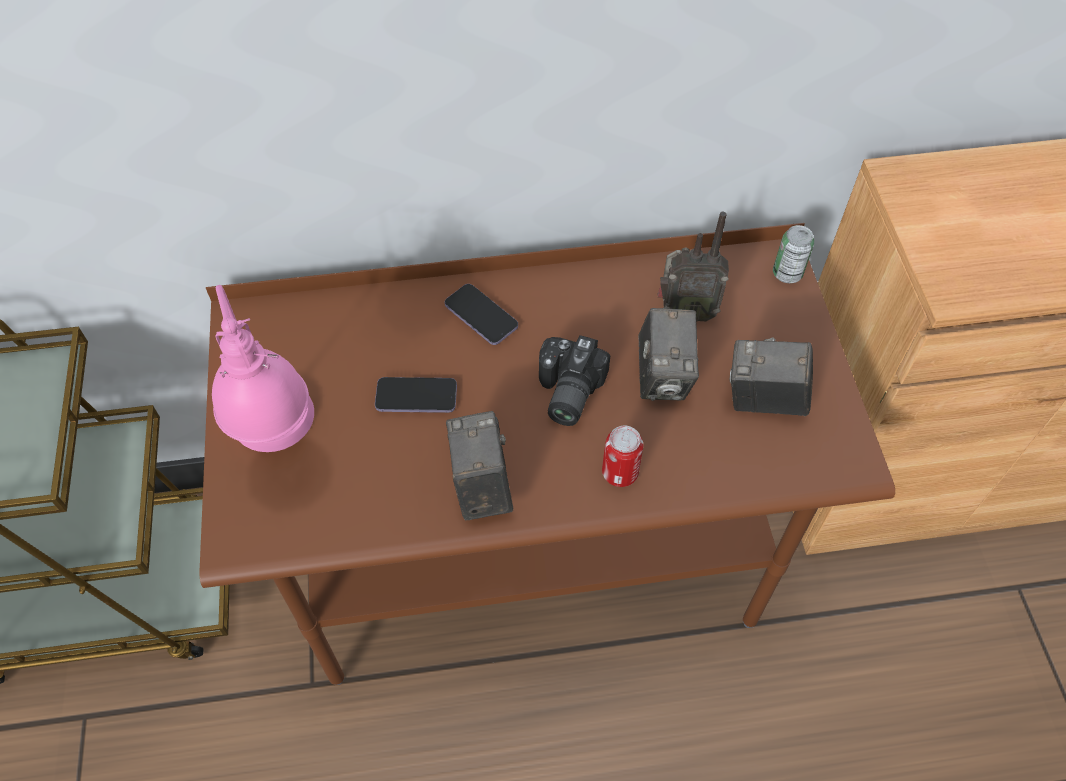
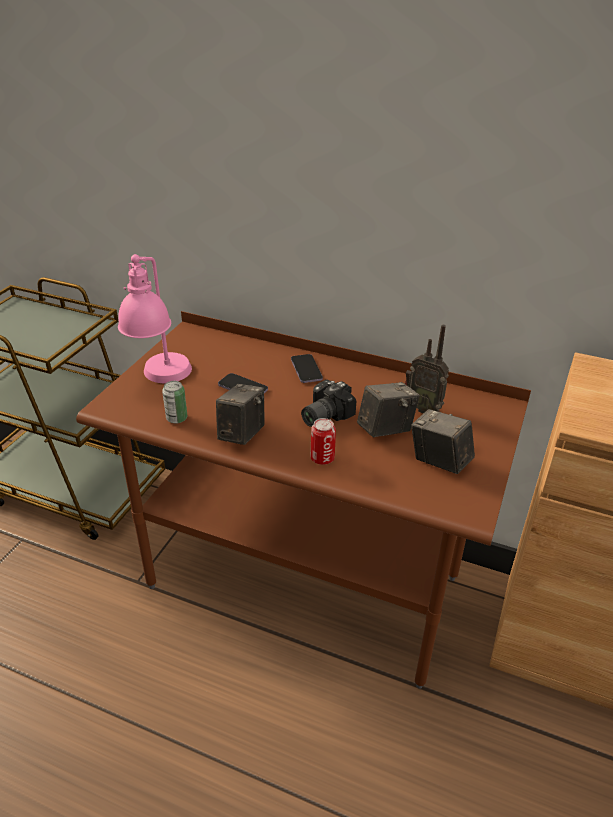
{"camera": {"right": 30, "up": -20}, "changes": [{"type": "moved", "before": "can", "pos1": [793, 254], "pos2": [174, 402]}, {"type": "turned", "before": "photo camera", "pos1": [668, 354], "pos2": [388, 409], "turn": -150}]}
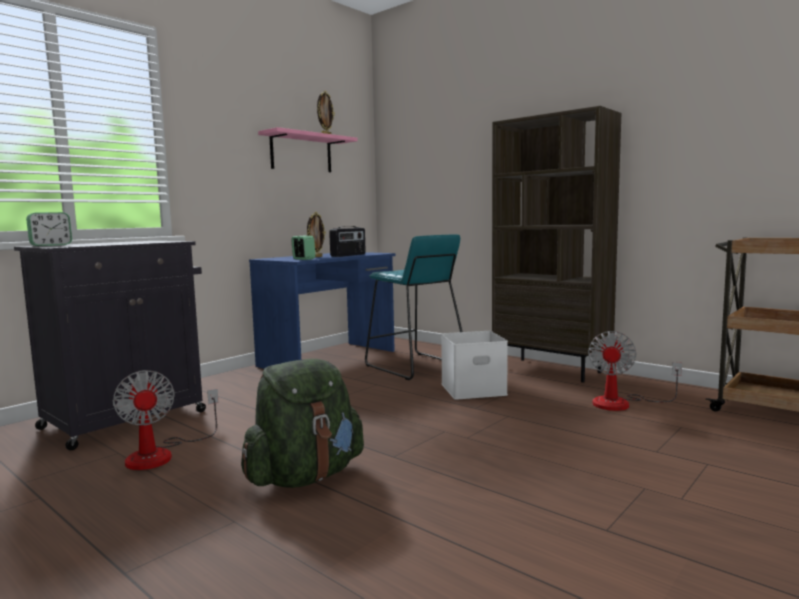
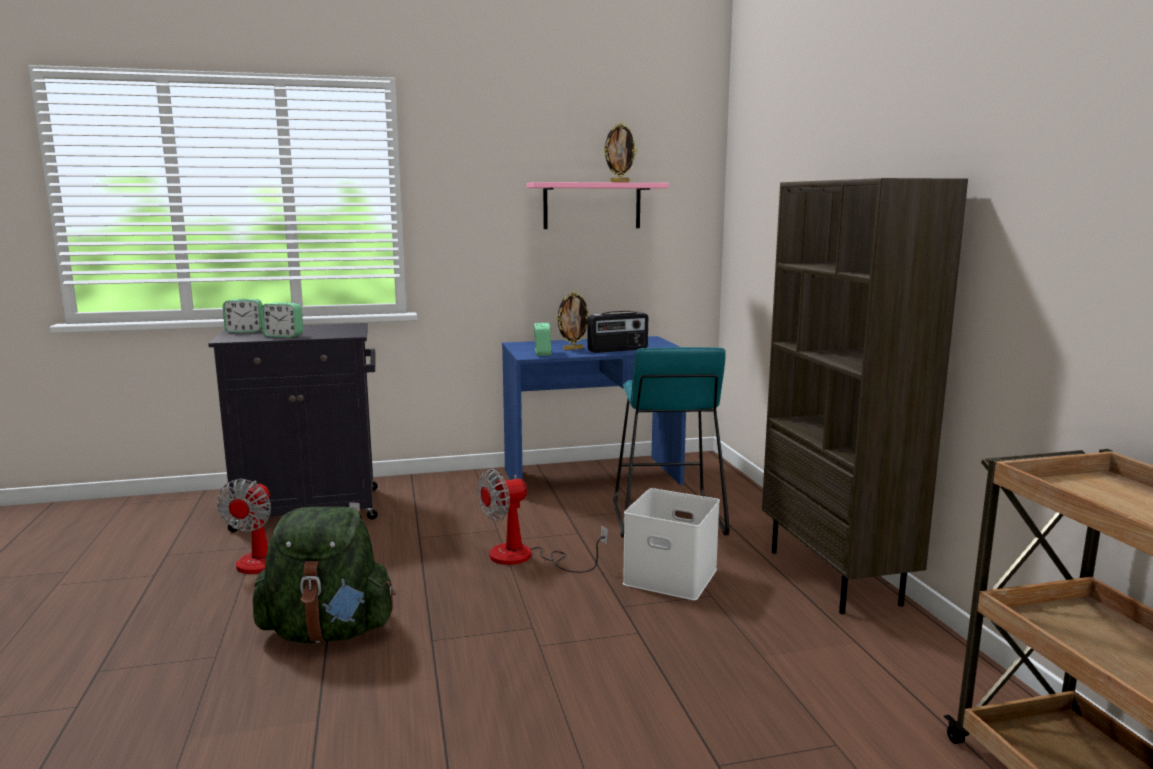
{"camera": {"right": 35, "up": 5}, "changes": [{"type": "added", "after": "alarm clock", "pos2": [282, 319]}, {"type": "moved", "before": "fan", "pos1": [635, 371], "pos2": [543, 521]}]}
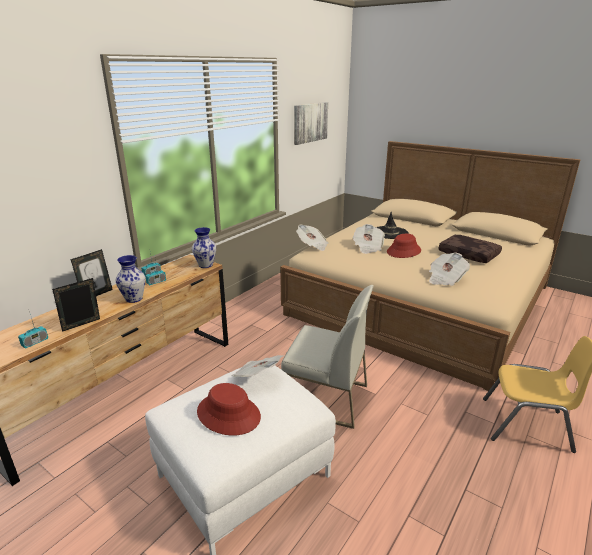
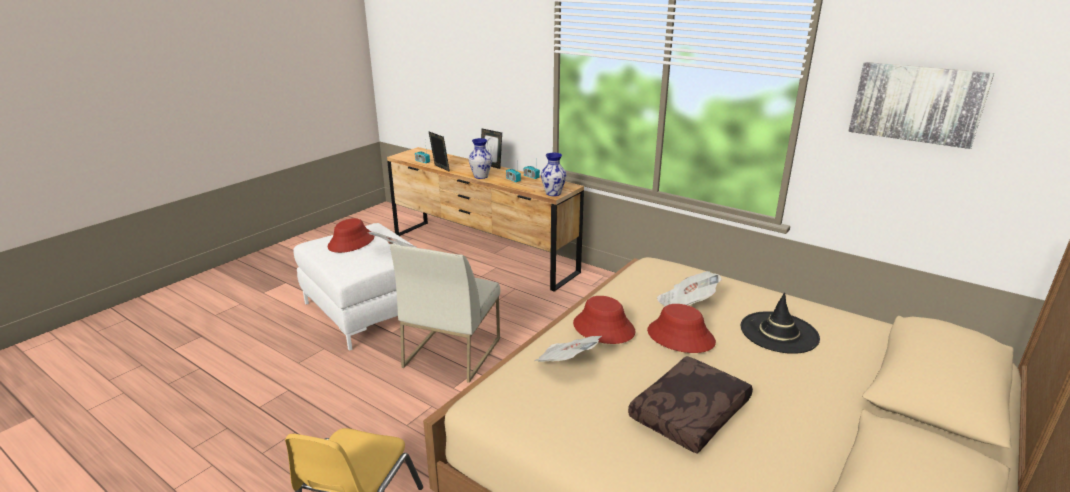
{"camera": {"right": 90, "up": 0}, "changes": [{"type": "added", "after": "hat (red)", "pos2": [604, 320]}, {"type": "removed", "before": "newspaper", "pos1": [312, 237]}]}
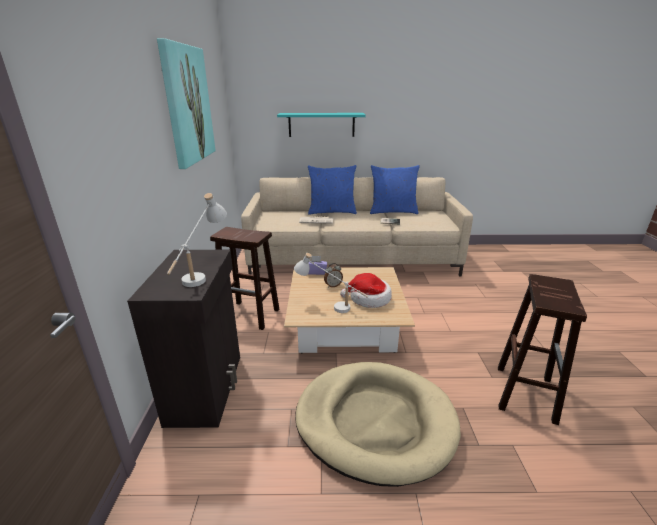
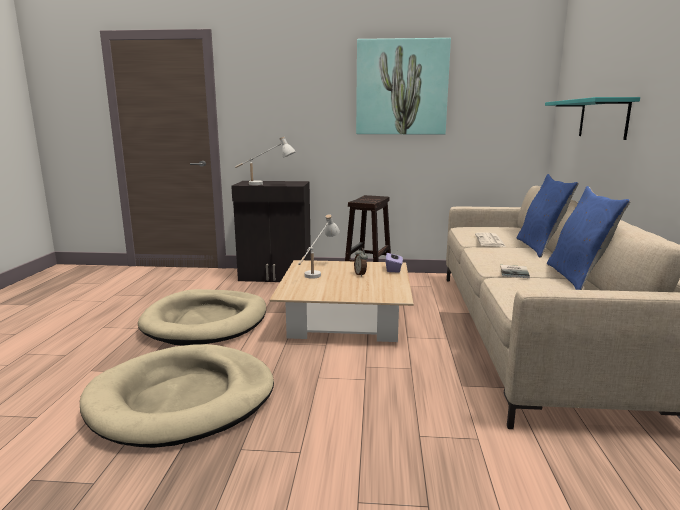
{"camera": {"right": 95, "up": -10}, "changes": [{"type": "replaced", "before": "stool (brown)", "after": "dog bed (beige)", "pos1": [542, 349], "pos2": [177, 396]}, {"type": "removed", "before": "hat", "pos1": [366, 290]}]}
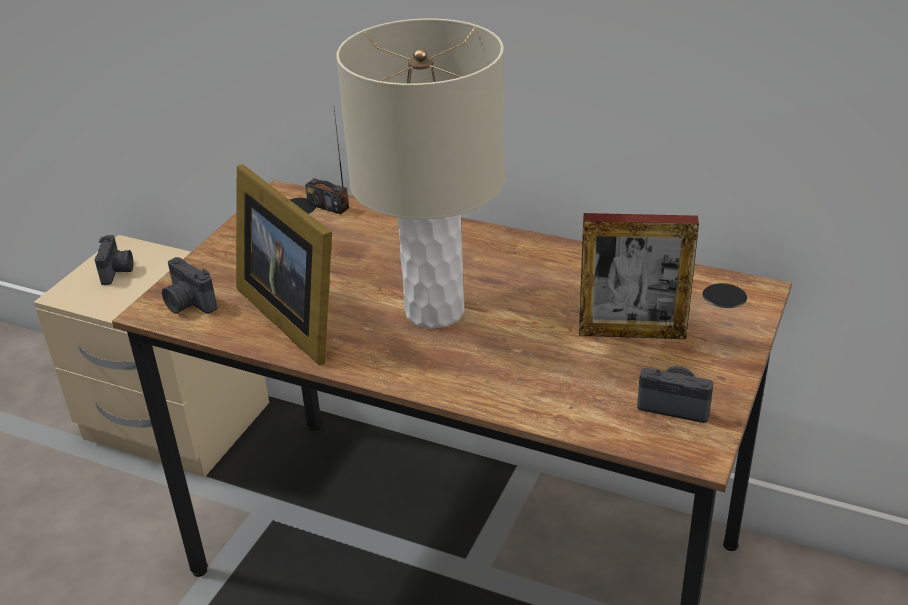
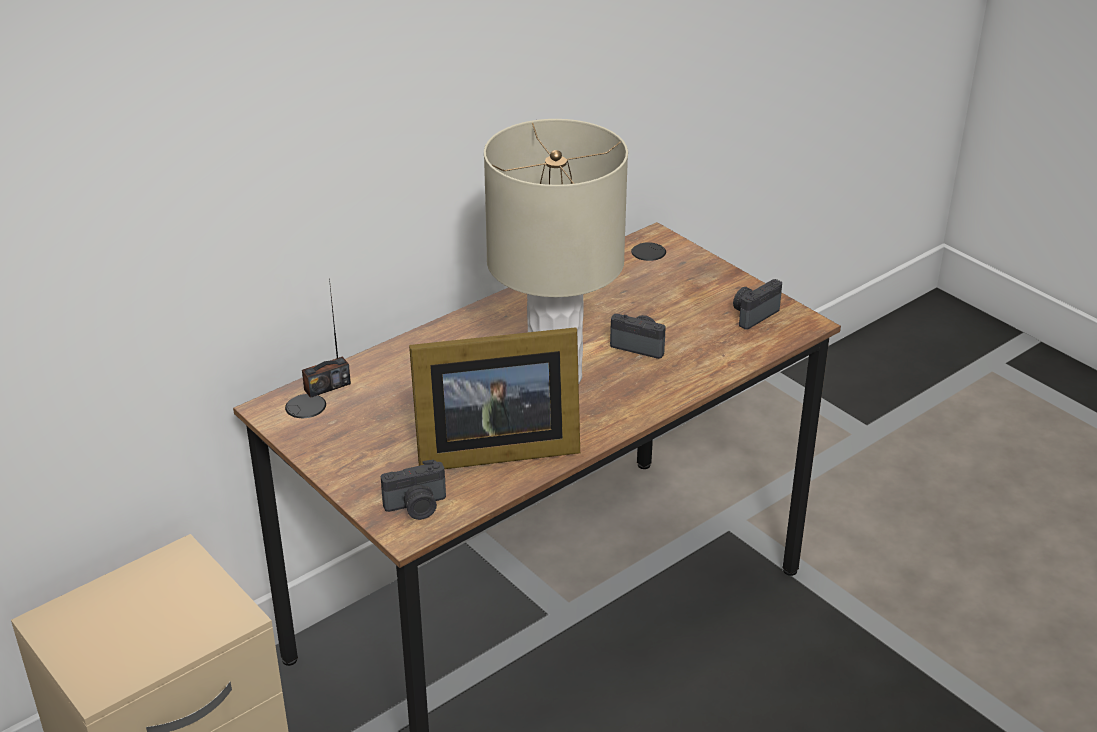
{"camera": {"right": -65, "up": 0}, "changes": [{"type": "moved", "before": "photo camera", "pos1": [114, 260], "pos2": [638, 336]}, {"type": "removed", "before": "picture frame", "pos1": [639, 276]}]}
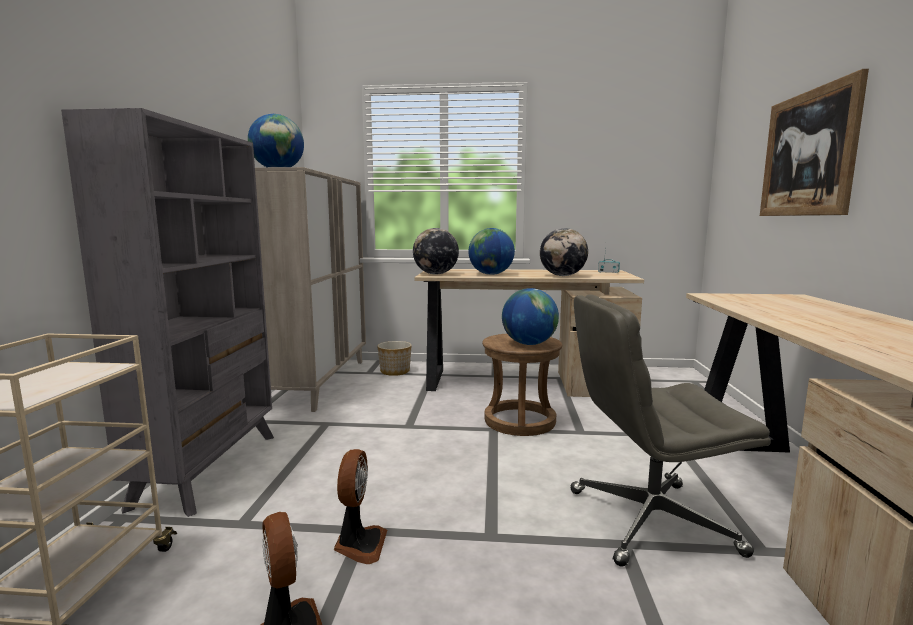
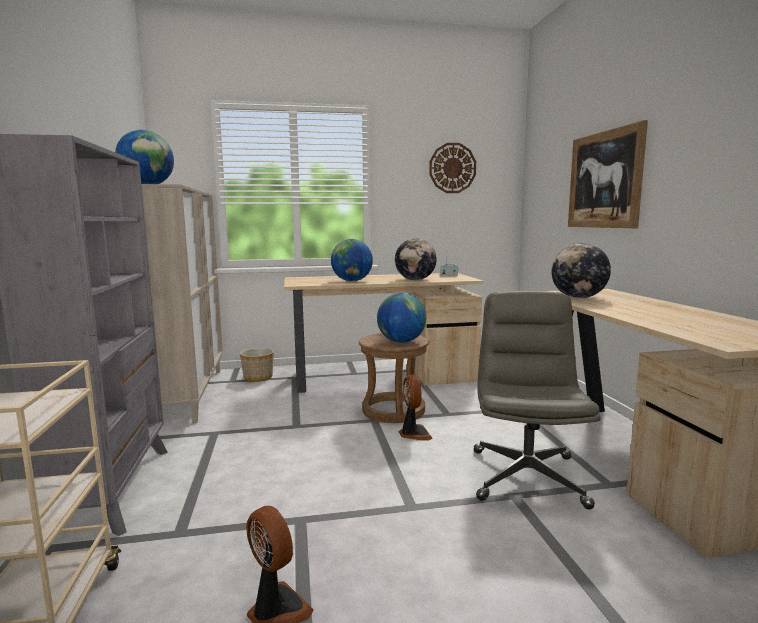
{"camera": {"right": -15, "up": 0}, "changes": [{"type": "moved", "before": "fan", "pos1": [360, 506], "pos2": [416, 407]}, {"type": "added", "after": "wall clock", "pos2": [452, 168]}, {"type": "turned", "before": "office chair (grey)", "pos1": [670, 431], "pos2": [537, 400], "turn": 120}, {"type": "moved", "before": "globe", "pos1": [436, 251], "pos2": [581, 270]}]}
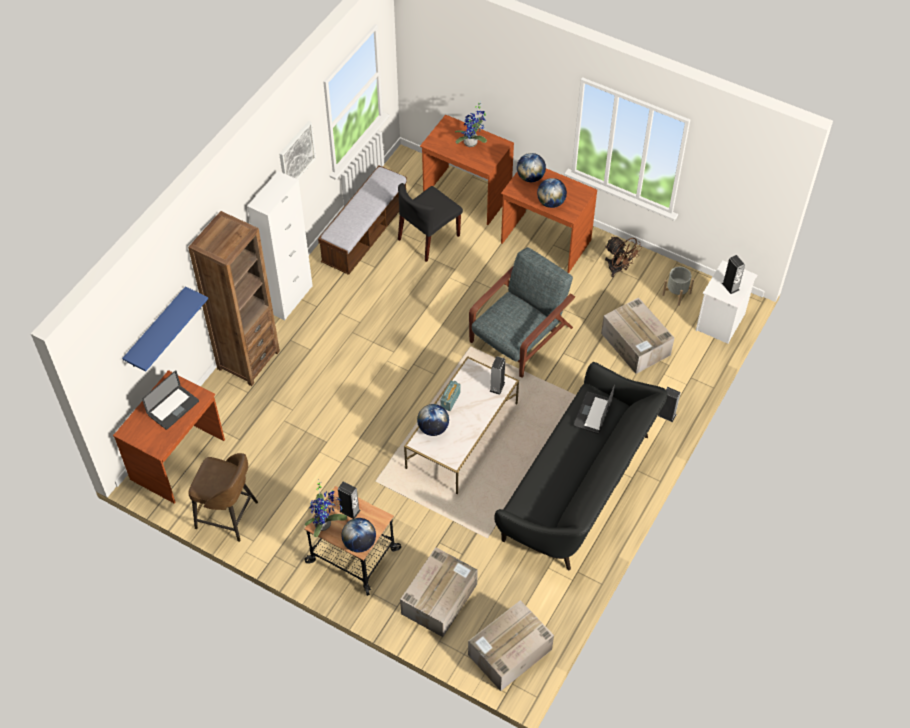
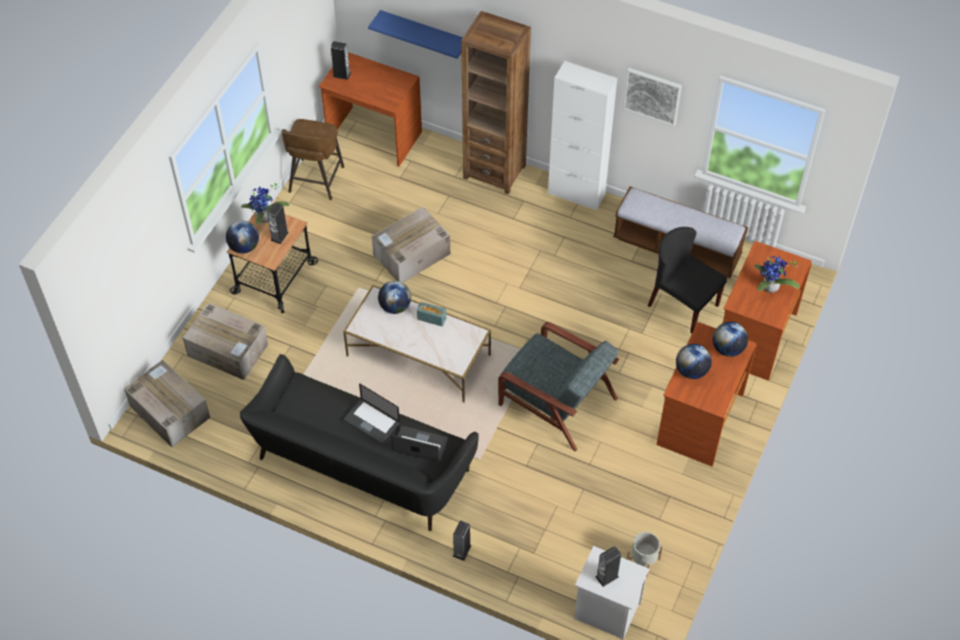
{"camera": {"right": 85, "up": 0}, "changes": [{"type": "moved", "before": "speaker", "pos1": [497, 375], "pos2": [341, 60]}, {"type": "moved", "before": "laptop", "pos1": [170, 400], "pos2": [372, 414]}, {"type": "moved", "before": "cardboard box", "pos1": [637, 335], "pos2": [411, 245]}, {"type": "removed", "before": "fan (brown)", "pos1": [623, 257]}]}
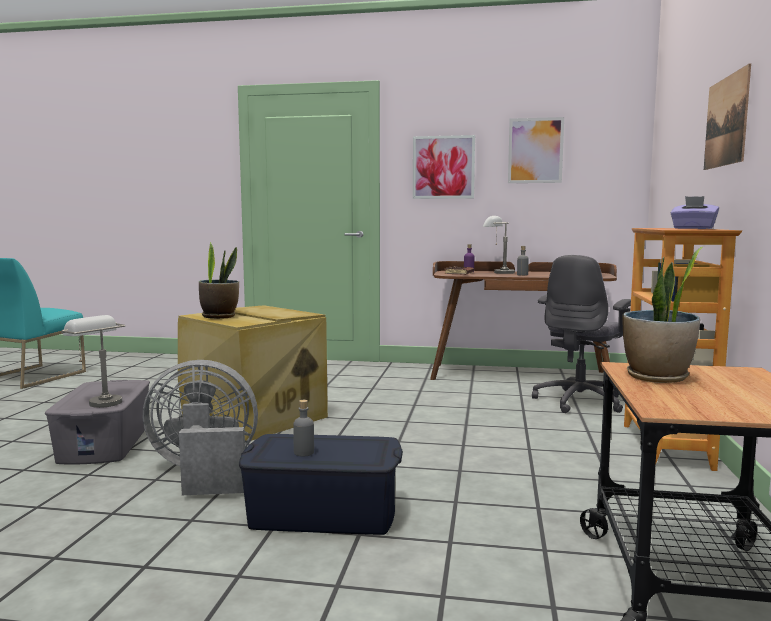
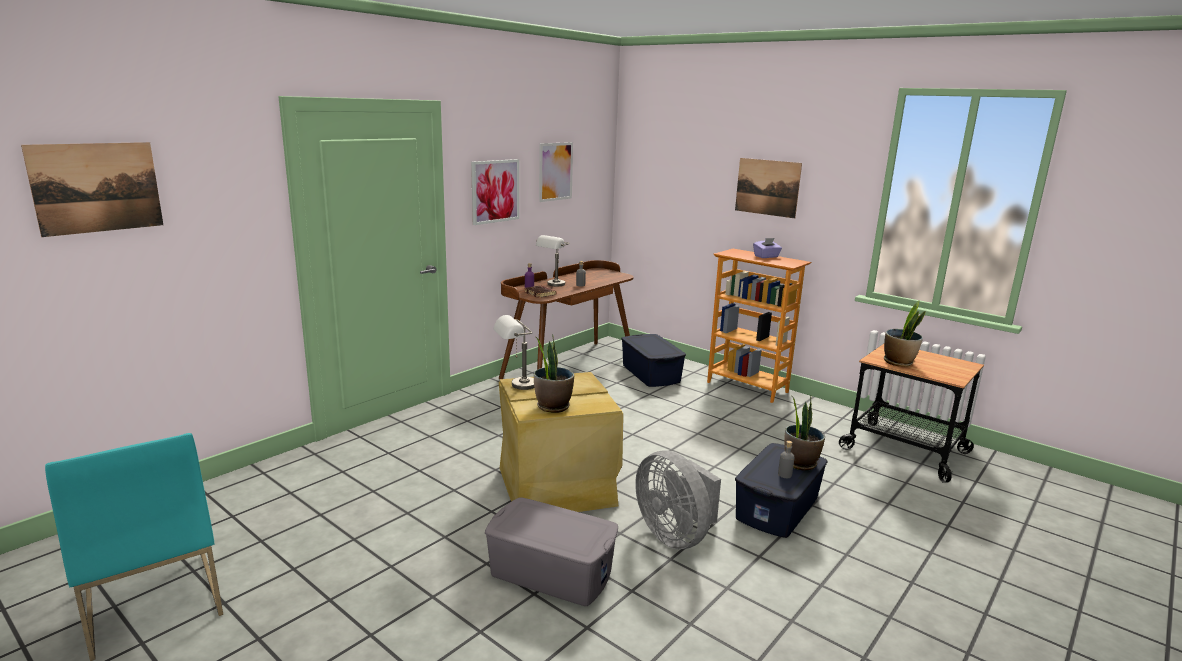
{"camera": {"right": -60, "up": 10}, "changes": [{"type": "added", "after": "picture", "pos2": [92, 189]}, {"type": "moved", "before": "table lamp (grey)", "pos1": [93, 361], "pos2": [514, 352]}, {"type": "replaced", "before": "office chair (grey)", "after": "storage box (blue)", "pos1": [581, 334], "pos2": [653, 360]}, {"type": "turned", "before": "fan (grey)", "pos1": [200, 427], "pos2": [678, 499], "turn": -60}, {"type": "added", "after": "potted plant", "pos2": [804, 433]}]}
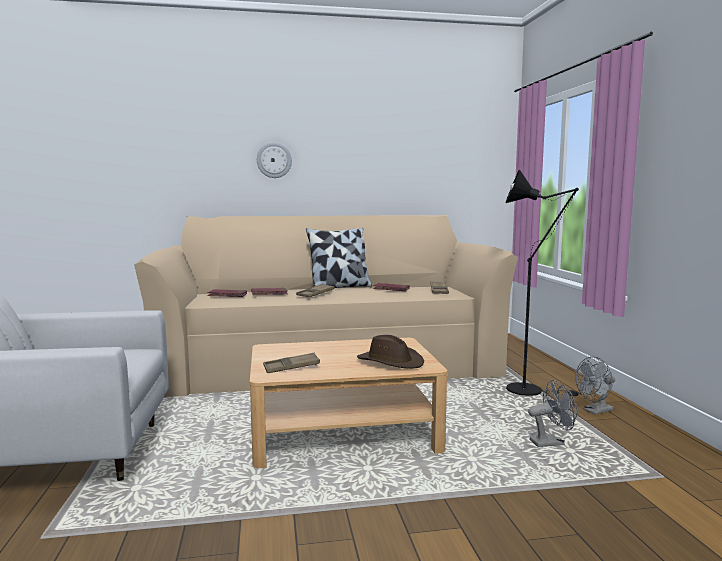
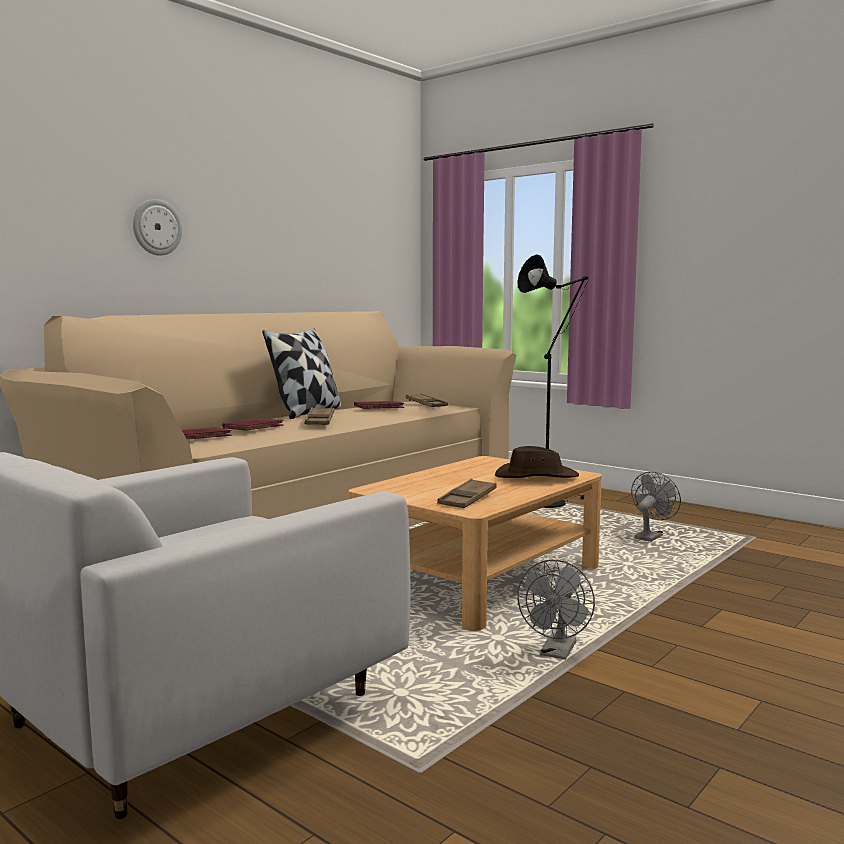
{"camera": {"right": -40, "up": 0}, "changes": [{"type": "moved", "before": "fan (grey)", "pos1": [595, 386], "pos2": [556, 610]}]}
